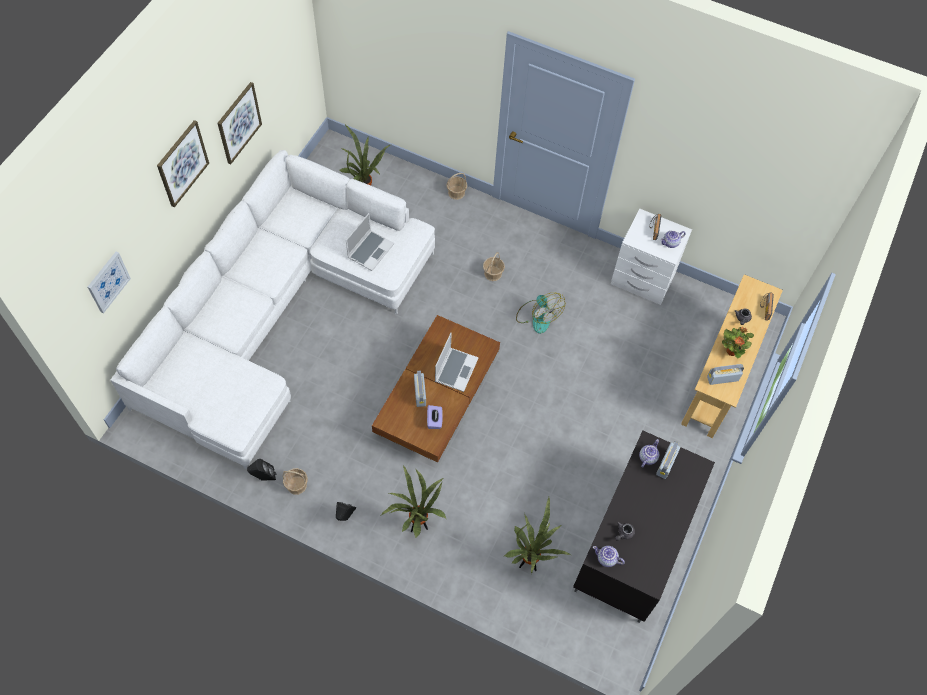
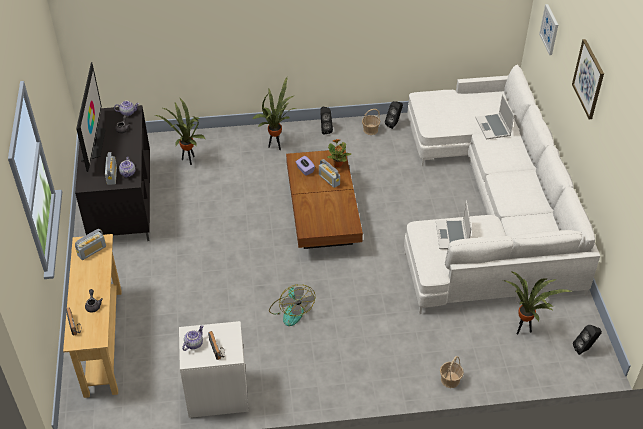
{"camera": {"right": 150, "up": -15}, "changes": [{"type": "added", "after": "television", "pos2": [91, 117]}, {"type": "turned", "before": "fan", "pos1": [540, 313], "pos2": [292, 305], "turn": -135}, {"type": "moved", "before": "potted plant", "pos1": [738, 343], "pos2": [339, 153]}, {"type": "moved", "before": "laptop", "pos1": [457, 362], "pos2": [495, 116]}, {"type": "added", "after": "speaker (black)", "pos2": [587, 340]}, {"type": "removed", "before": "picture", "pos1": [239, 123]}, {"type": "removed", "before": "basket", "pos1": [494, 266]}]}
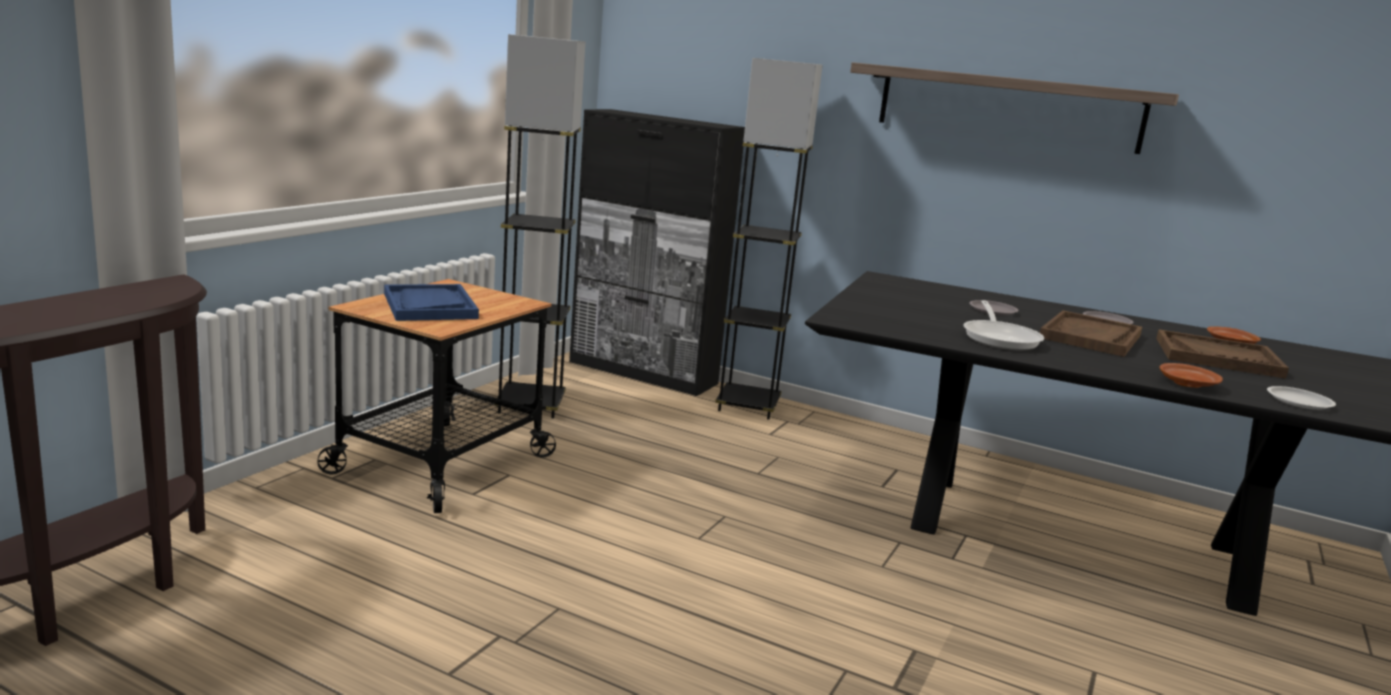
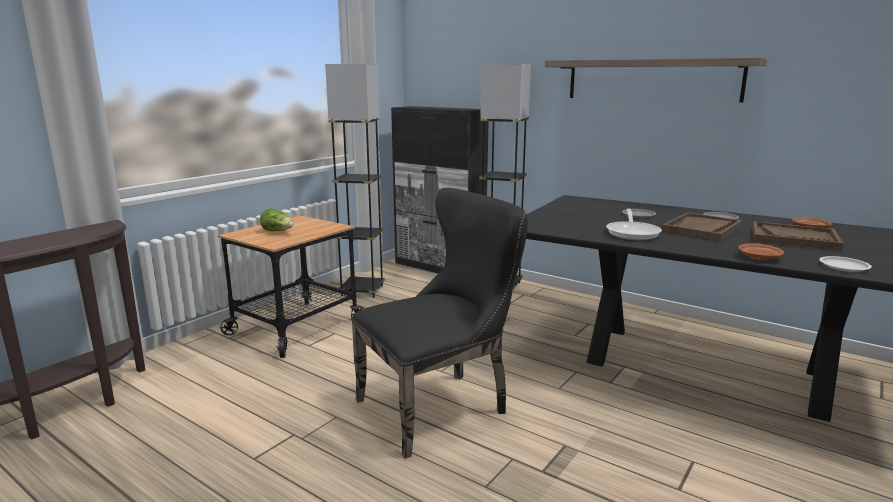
{"camera": {"right": 10, "up": 0}, "changes": [{"type": "replaced", "before": "tray (blue)", "after": "lettuce", "pos1": [431, 302], "pos2": [277, 219]}, {"type": "added", "after": "chair (black)", "pos2": [439, 323]}]}
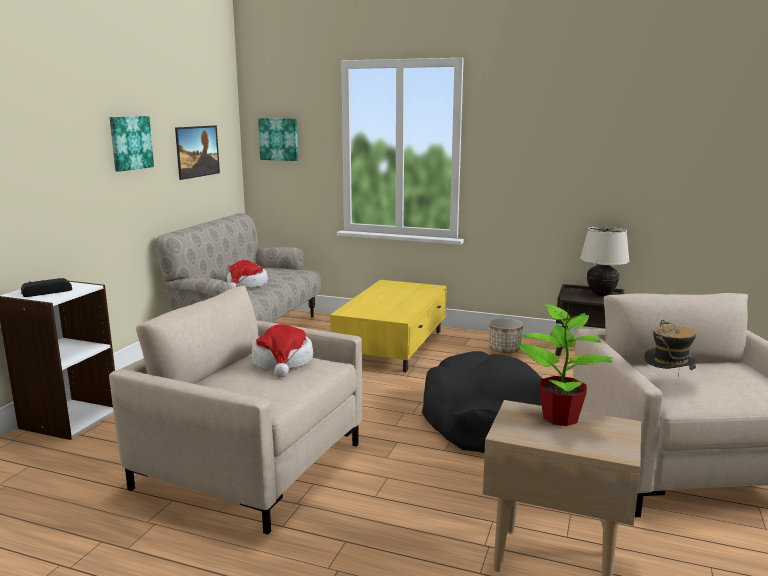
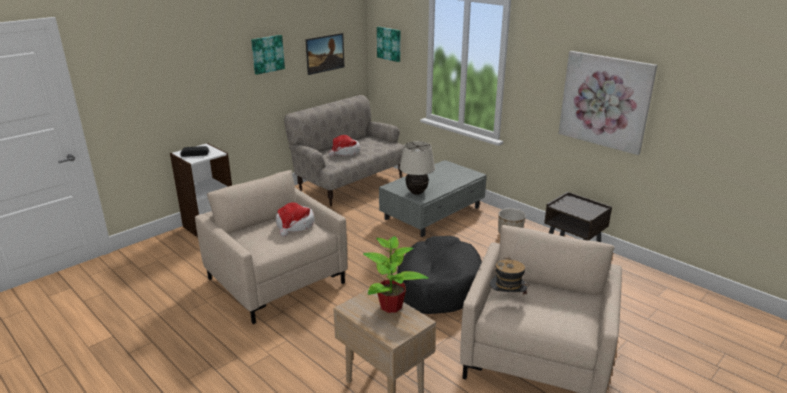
{"camera": {"right": 25, "up": 10}, "changes": [{"type": "recoloured", "before": "coffee table (yellow)", "after": "coffee table (grey)", "pos1": [388, 326], "pos2": [433, 198]}, {"type": "moved", "before": "table lamp (beige)", "pos1": [605, 261], "pos2": [417, 168]}, {"type": "added", "after": "picture", "pos2": [607, 103]}]}
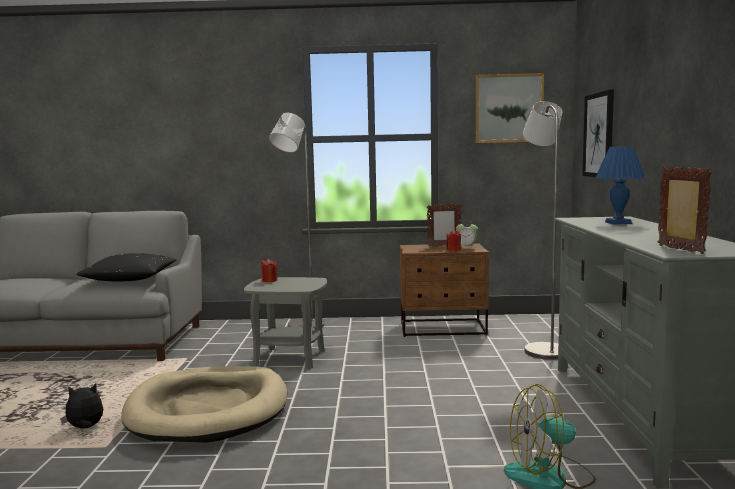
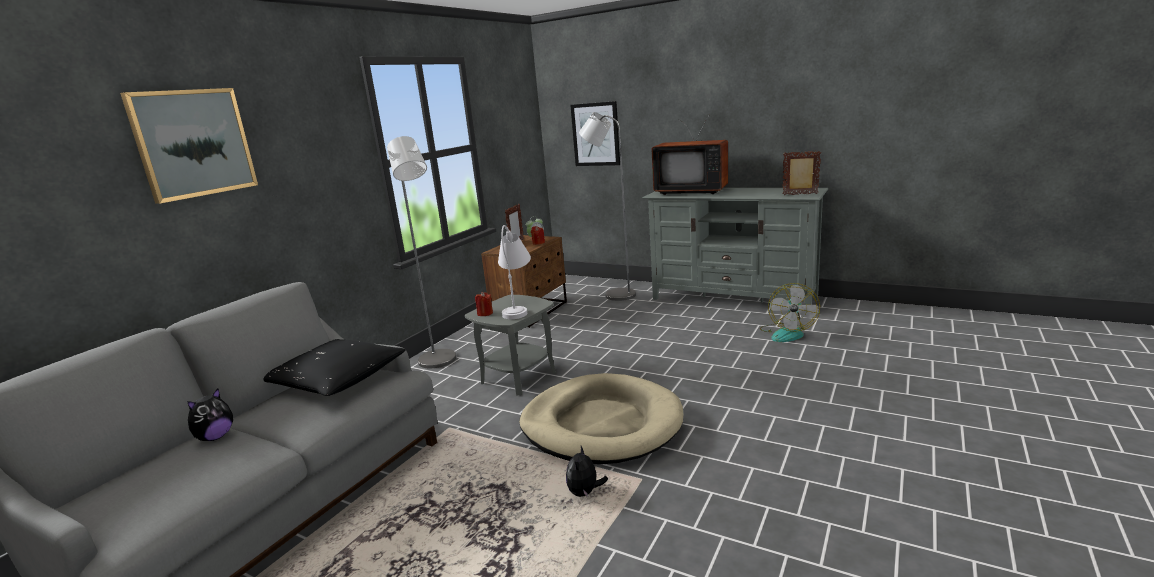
{"camera": {"right": -60, "up": 10}, "changes": [{"type": "moved", "before": "picture", "pos1": [509, 108], "pos2": [189, 146]}, {"type": "added", "after": "plush toy", "pos2": [210, 415]}, {"type": "added", "after": "table lamp (white)", "pos2": [514, 272]}, {"type": "replaced", "before": "table lamp (blue)", "after": "television", "pos1": [620, 185], "pos2": [690, 155]}]}
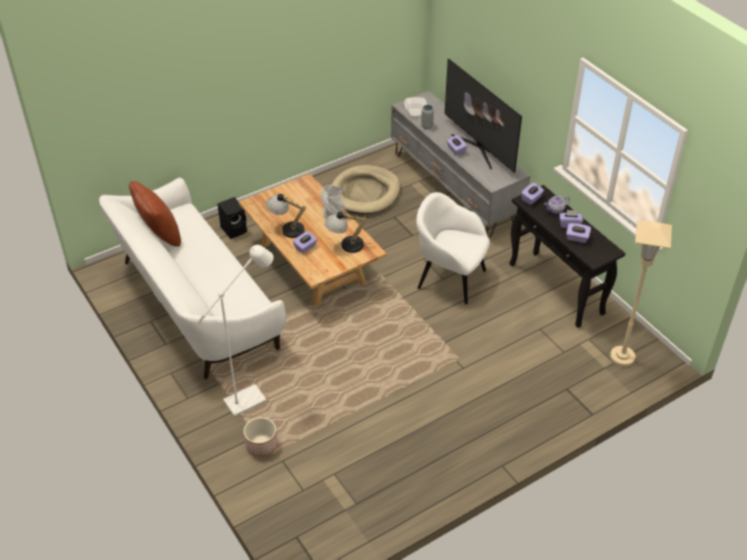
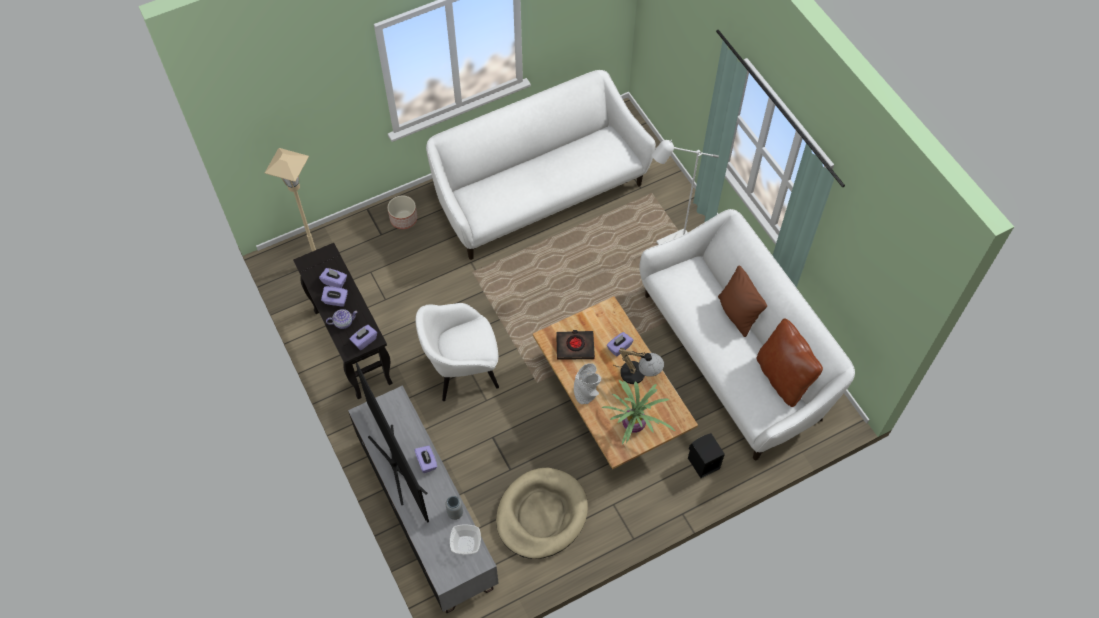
{"camera": {"right": -175, "up": 15}, "changes": [{"type": "moved", "before": "planter", "pos1": [260, 437], "pos2": [402, 212]}, {"type": "turned", "before": "armchair (white)", "pos1": [453, 248], "pos2": [457, 352], "turn": 135}, {"type": "added", "after": "sofa (white)", "pos2": [541, 165]}, {"type": "replaced", "before": "table lamp", "after": "book (black)", "pos1": [348, 232], "pos2": [575, 345]}, {"type": "added", "after": "potted plant", "pos2": [638, 412]}, {"type": "added", "after": "pillow (brown)", "pos2": [742, 301]}]}
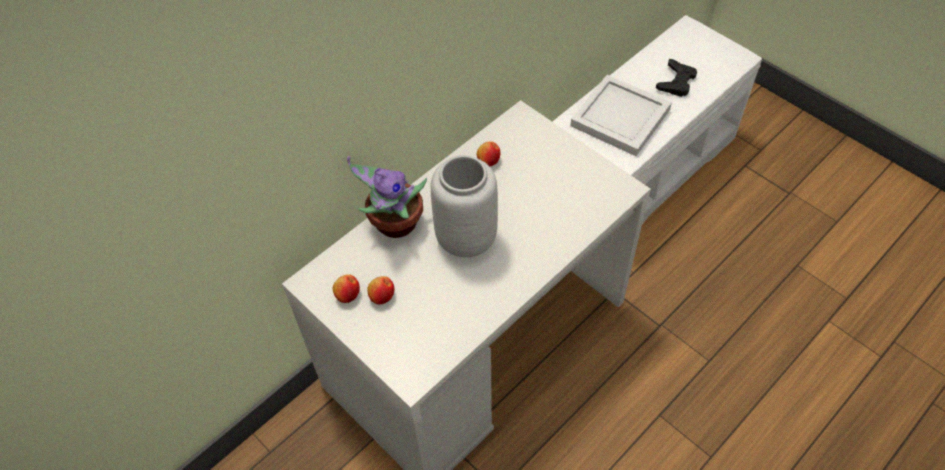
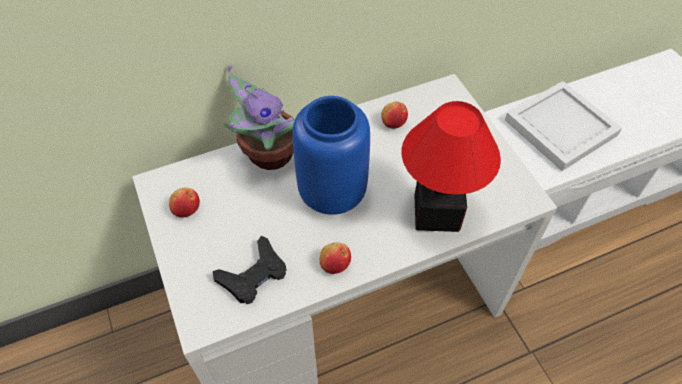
{"camera": {"right": 20, "up": 0}, "changes": [{"type": "moved", "before": "game controller (black)", "pos1": [676, 78], "pos2": [250, 270]}, {"type": "recoloured", "before": "vase (grey)", "after": "vase (blue)", "pos1": [464, 206], "pos2": [331, 155]}, {"type": "moved", "before": "apple", "pos1": [381, 290], "pos2": [335, 258]}, {"type": "added", "after": "table lamp", "pos2": [451, 166]}]}
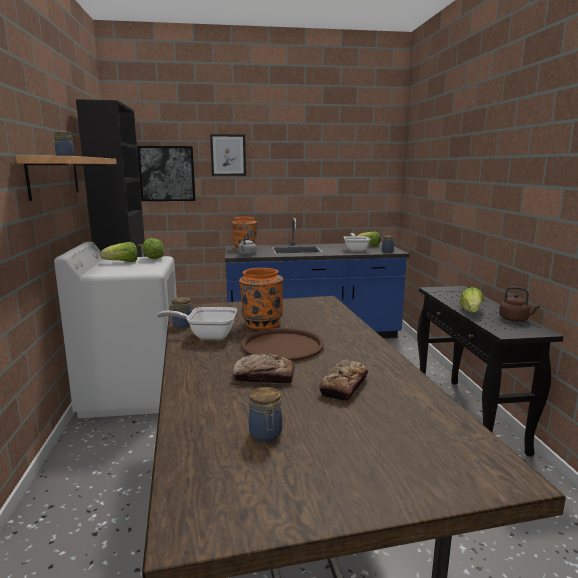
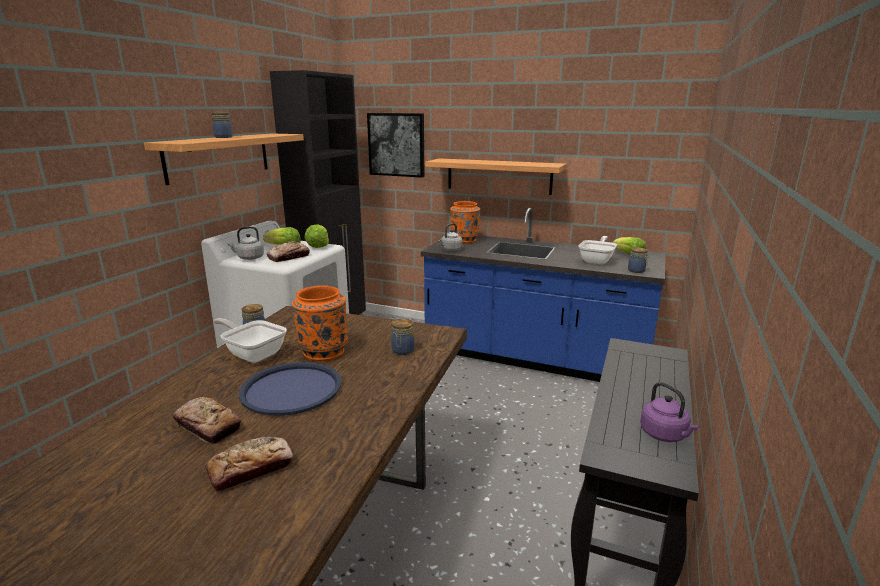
{"camera": {"right": 30, "up": 5}, "changes": [{"type": "added", "after": "kettle (grey)", "pos2": [245, 243]}, {"type": "recoloured", "before": "tray (brown)", "after": "tray (blue)", "pos1": [282, 344], "pos2": [290, 389]}, {"type": "added", "after": "bread", "pos2": [288, 251]}, {"type": "moved", "before": "jar", "pos1": [265, 414], "pos2": [403, 337]}, {"type": "added", "after": "shelf", "pos2": [495, 176]}, {"type": "recoloured", "before": "kettle (brown)", "after": "kettle (purple)", "pos1": [519, 304], "pos2": [669, 412]}, {"type": "removed", "before": "picture", "pos1": [228, 155]}, {"type": "removed", "before": "lettuce", "pos1": [471, 300]}]}
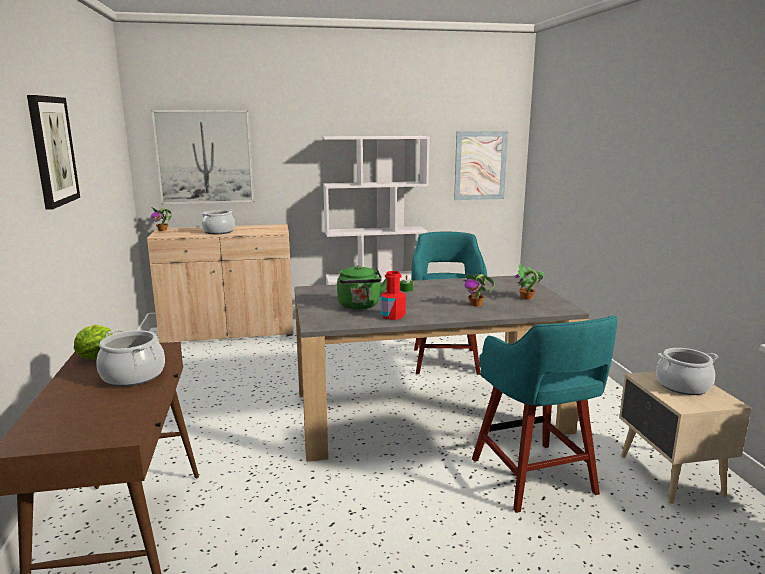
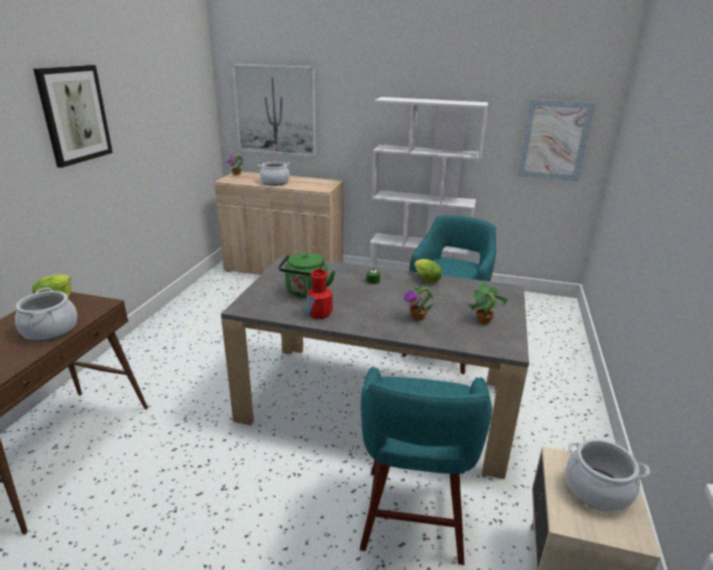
{"camera": {"right": 25, "up": 10}, "changes": [{"type": "added", "after": "lettuce", "pos2": [428, 271]}]}
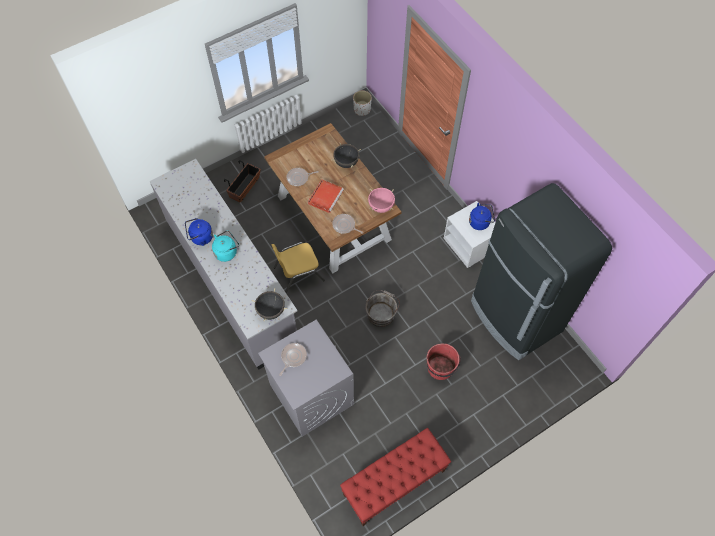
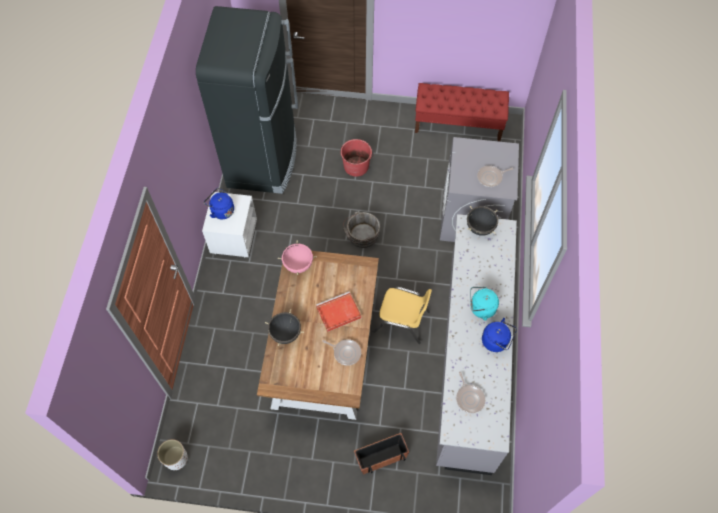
{"camera": {"right": -140, "up": 0}, "changes": [{"type": "moved", "before": "frying pan", "pos1": [348, 224], "pos2": [470, 392]}]}
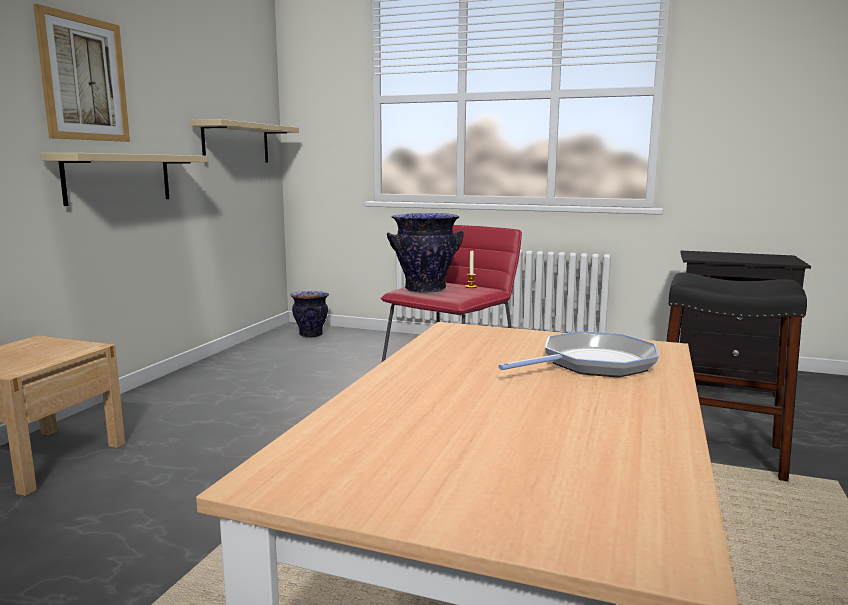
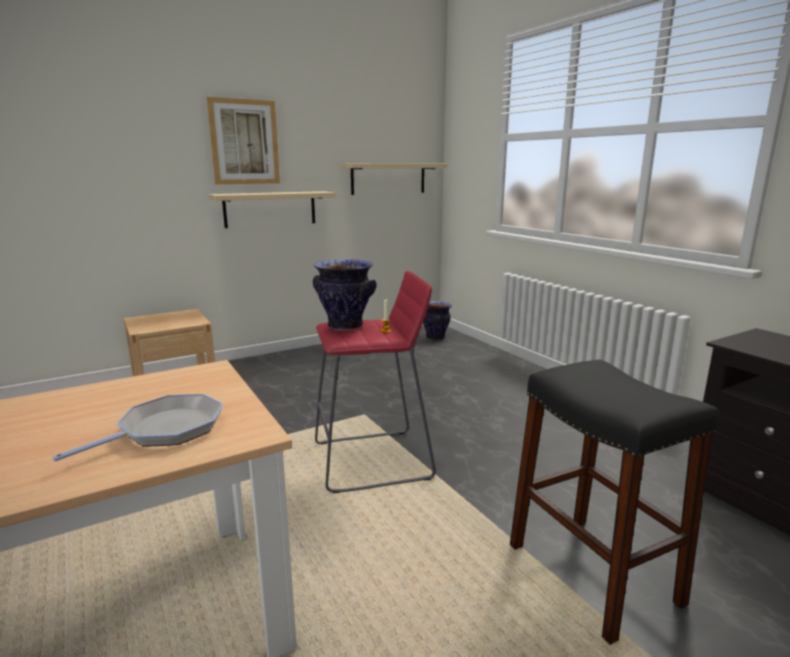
{"camera": {"right": 40, "up": 5}, "changes": [{"type": "turned", "before": "frying pan", "pos1": [578, 354], "pos2": [137, 427], "turn": -60}]}
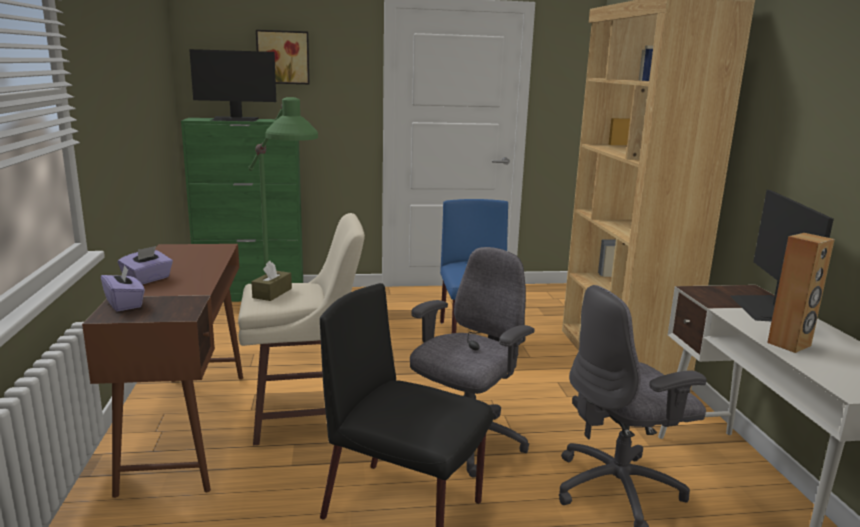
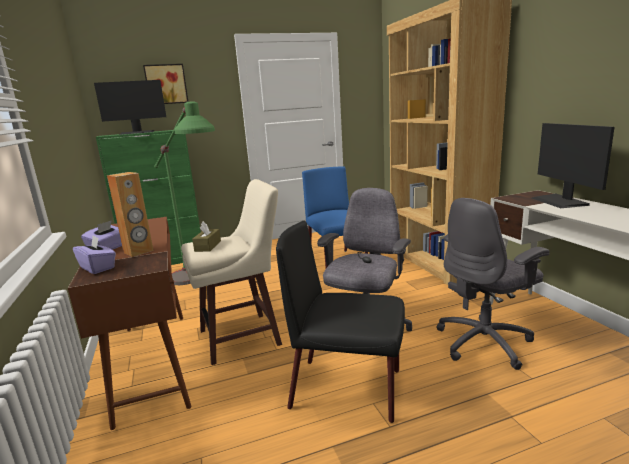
{"camera": {"right": -10, "up": 0}, "changes": [{"type": "moved", "before": "speaker (brown)", "pos1": [801, 293], "pos2": [130, 214]}]}
